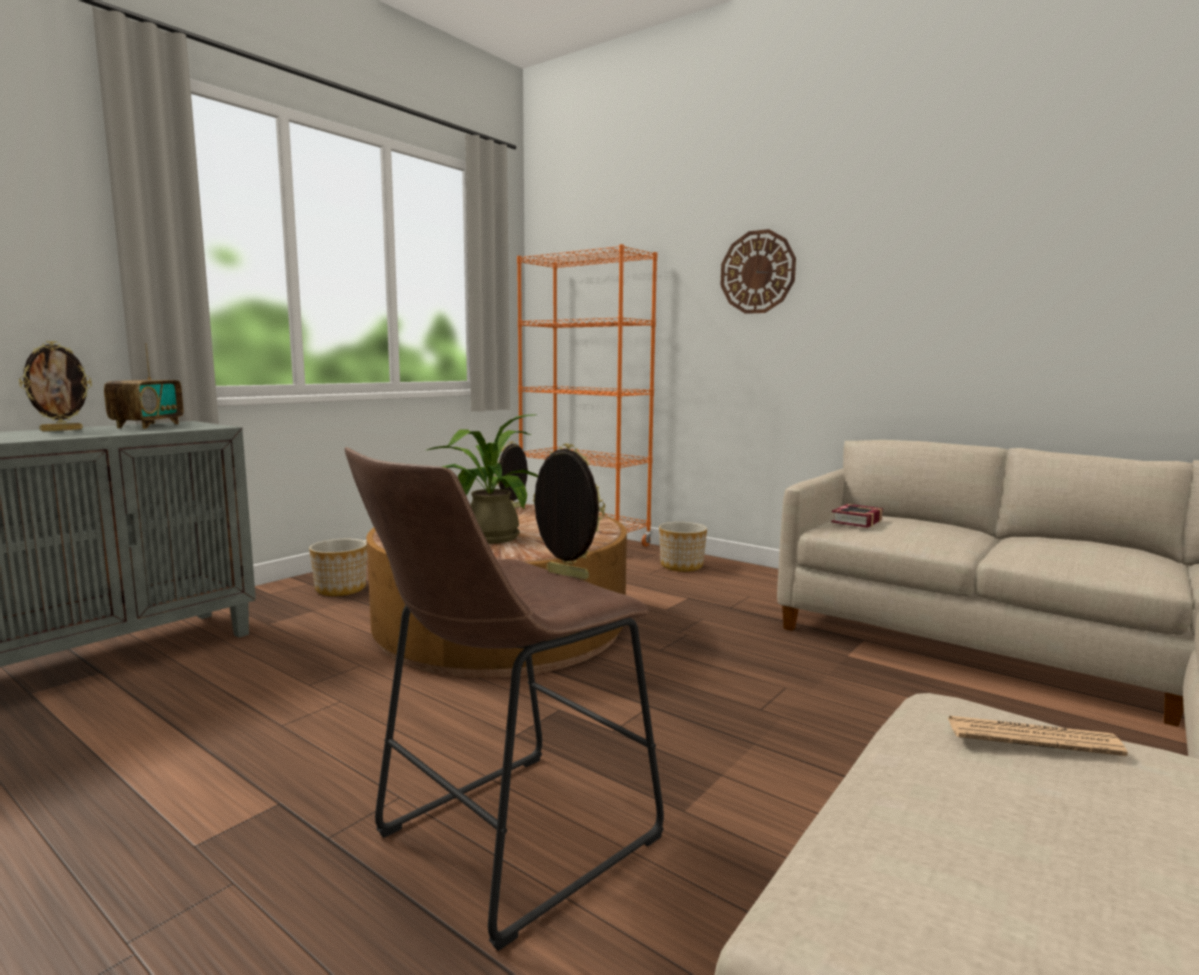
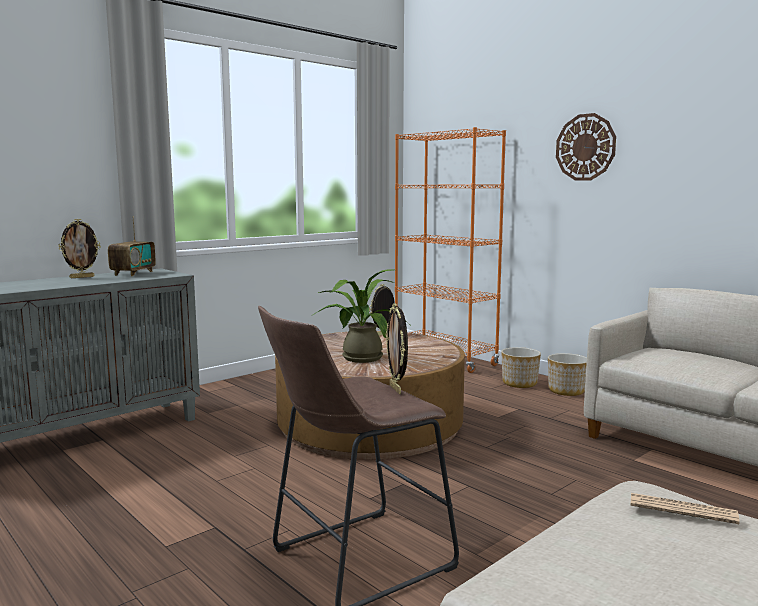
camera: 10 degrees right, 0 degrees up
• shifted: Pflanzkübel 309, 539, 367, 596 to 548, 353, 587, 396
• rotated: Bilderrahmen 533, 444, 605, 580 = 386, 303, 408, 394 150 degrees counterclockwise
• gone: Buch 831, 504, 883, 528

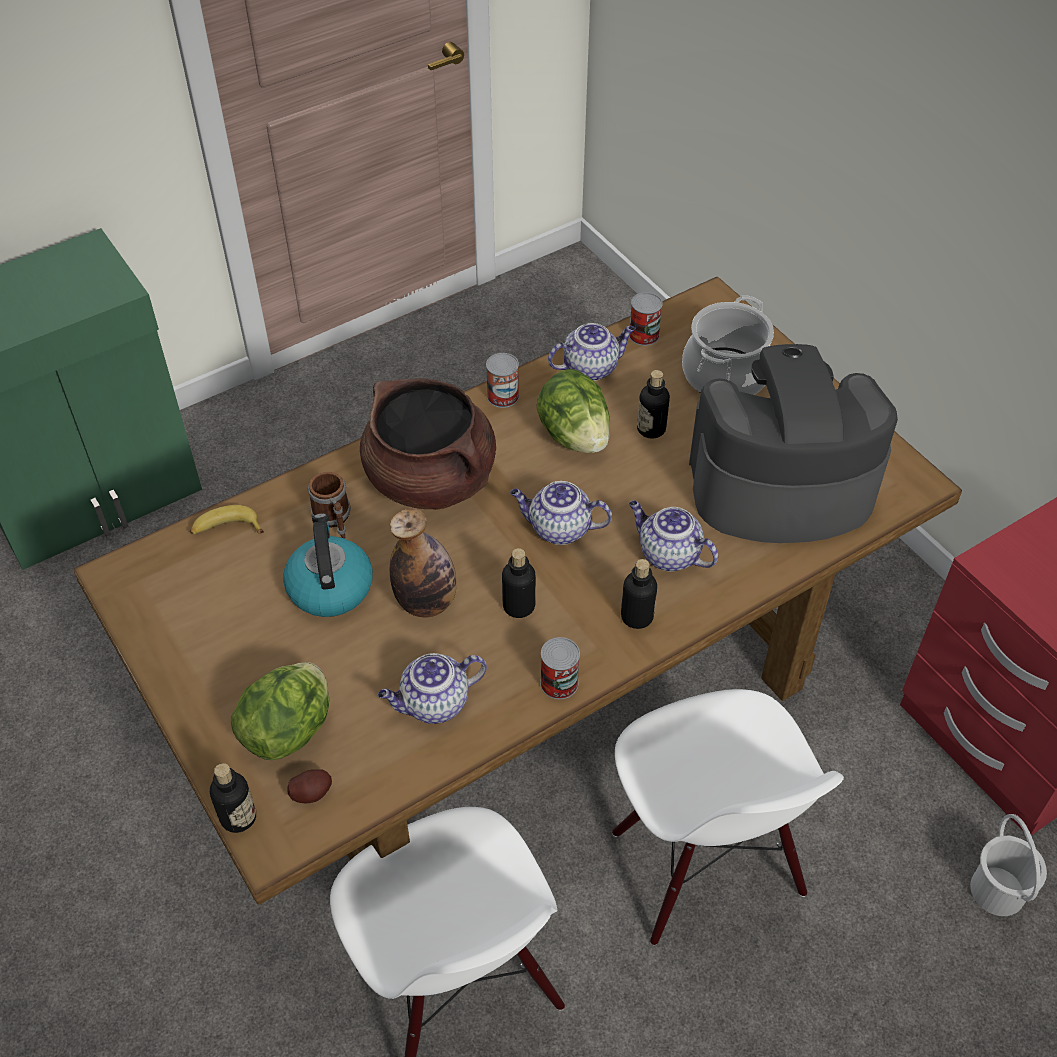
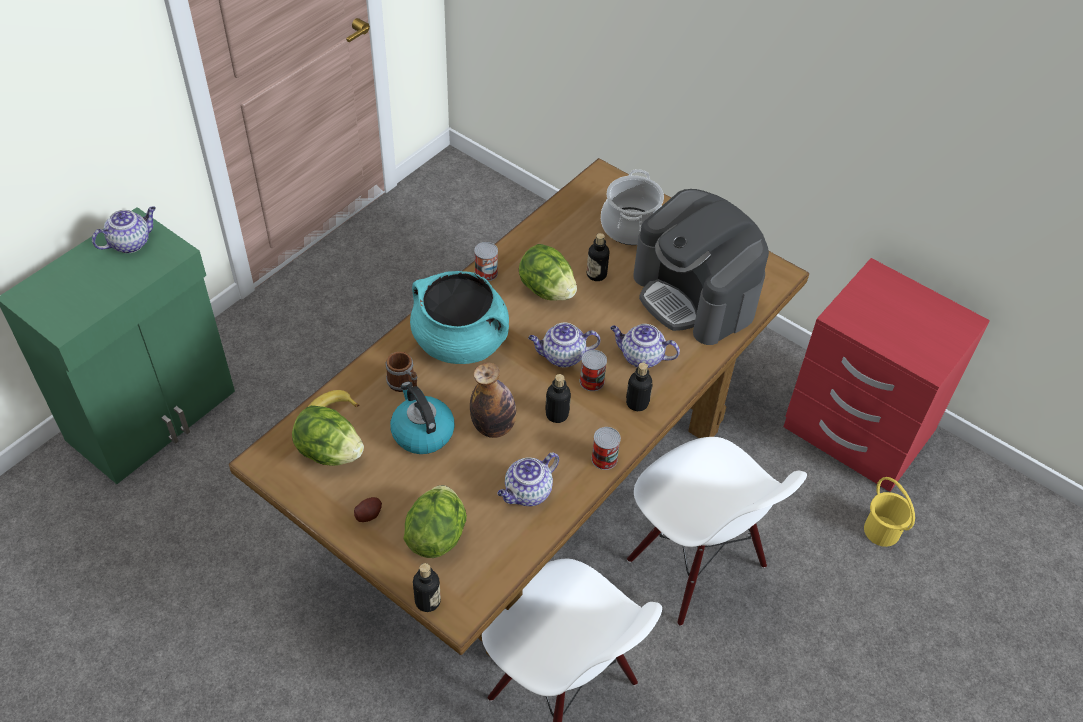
camera: 20 degrees left, 0 degrees up
• shifted: Kartoffel 288, 769, 332, 803 to 354, 497, 382, 522
• repainted: Kochtopf [braun] 360, 378, 496, 510 to Kochtopf [türkis] 410, 271, 509, 364
• shifted: Teekanne 548, 323, 635, 381 to 92, 206, 156, 253
• shifted: Dose 629, 292, 663, 346 to 580, 350, 607, 391
• rotated: Kaffeemaschine 689, 344, 898, 543 = 633, 189, 769, 345 105 degrees counterclockwise
• repainted: Eimer [weiß] 970, 814, 1047, 916 to Eimer [gelb] 864, 477, 915, 547
• new: Salatkopf 292, 405, 364, 466

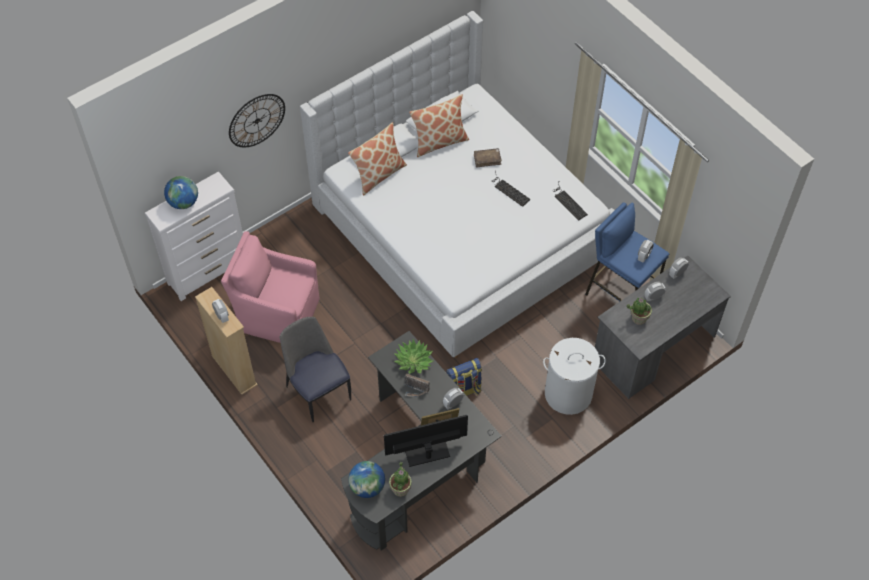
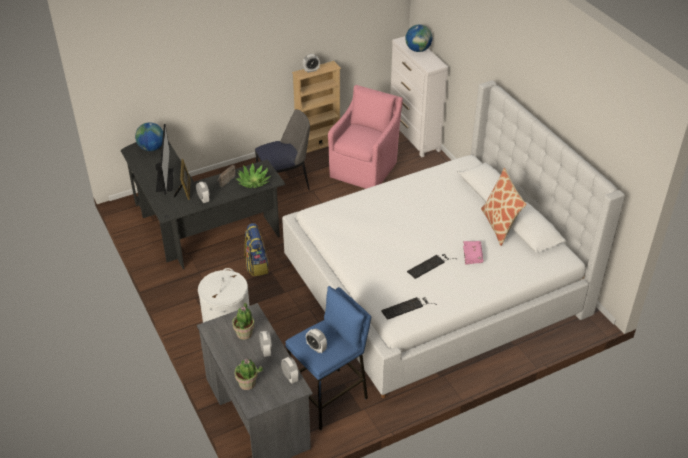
camera: 100 degrees right, 15 degrees down
• gone: Wanduhr 229, 94, 285, 147
• gone: Kissen 348, 122, 407, 196
• shifted: Topfpflanze 389, 462, 412, 497 to 235, 359, 263, 390
• repainted: Buch [braun] 474, 148, 502, 168 to Buch [rosa] 463, 241, 483, 265

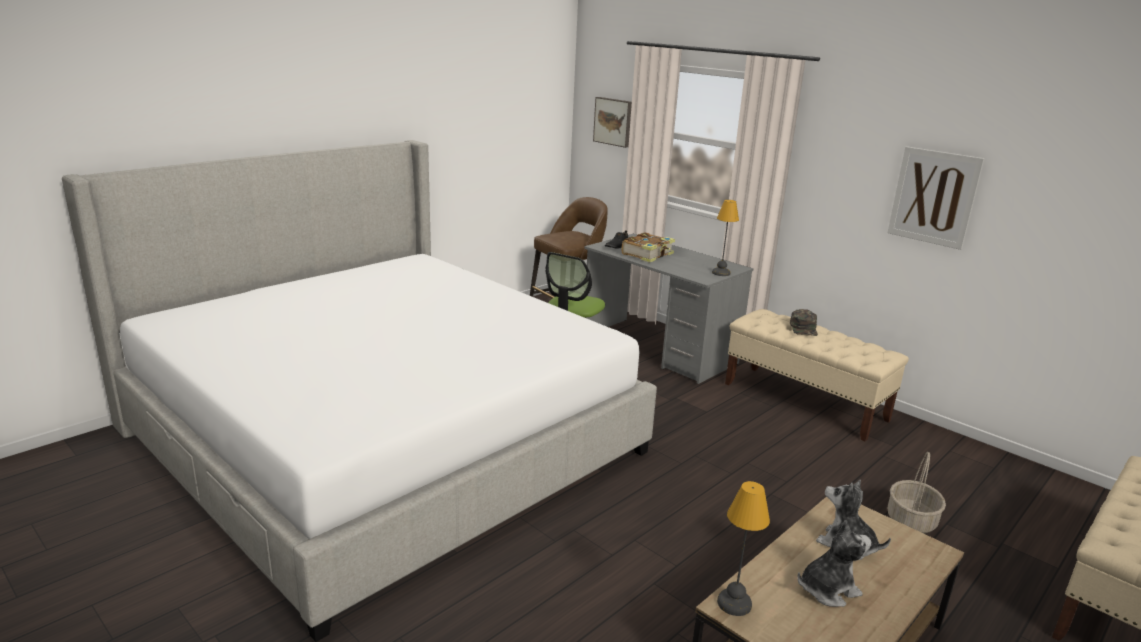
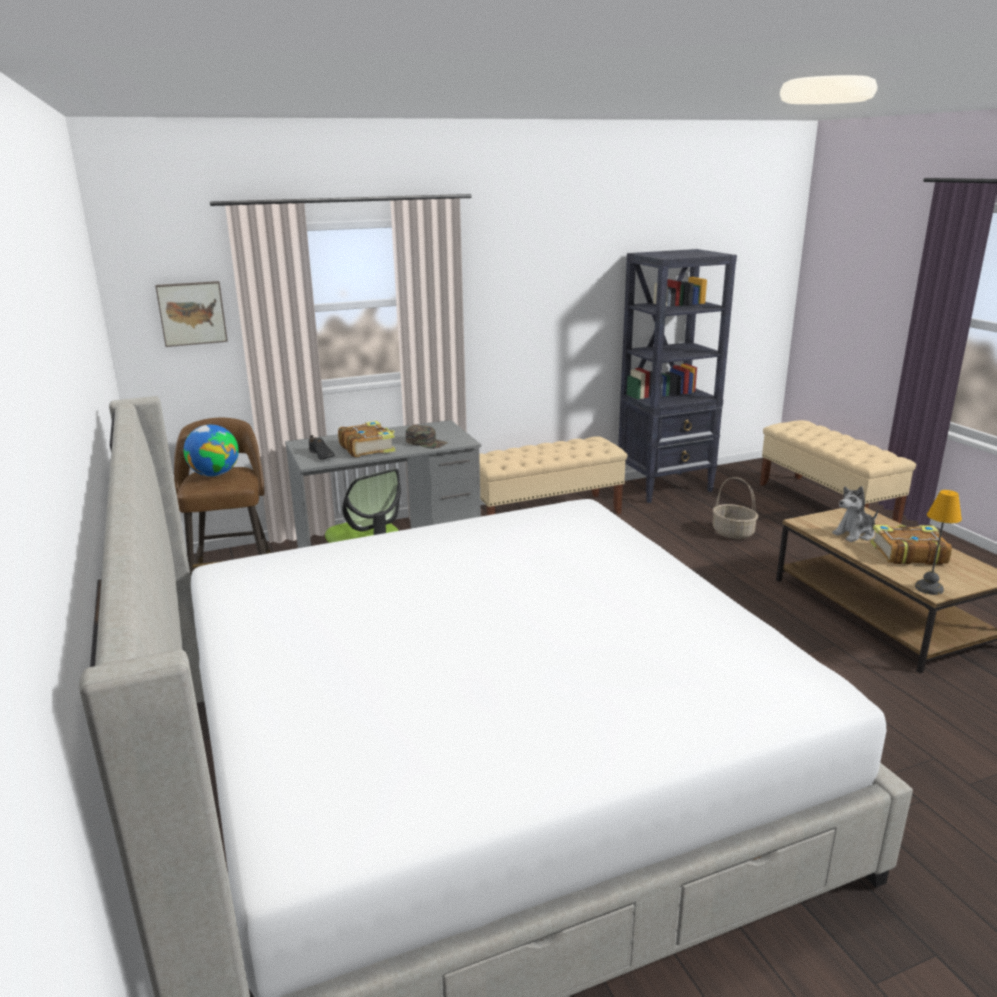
camera: 65 degrees left, 0 degrees up
• gone: Tischlampe 712, 200, 739, 276
• shifted: Kappe [grün] 790, 309, 818, 336 to 406, 424, 448, 449
• swapped: Plüschtier 798, 520, 871, 607 to Buch 870, 525, 952, 565
• gone: Bild 888, 146, 985, 250
• new: Globus 184, 425, 239, 477
• new: Bücherregal [schwarz] 618, 249, 737, 503

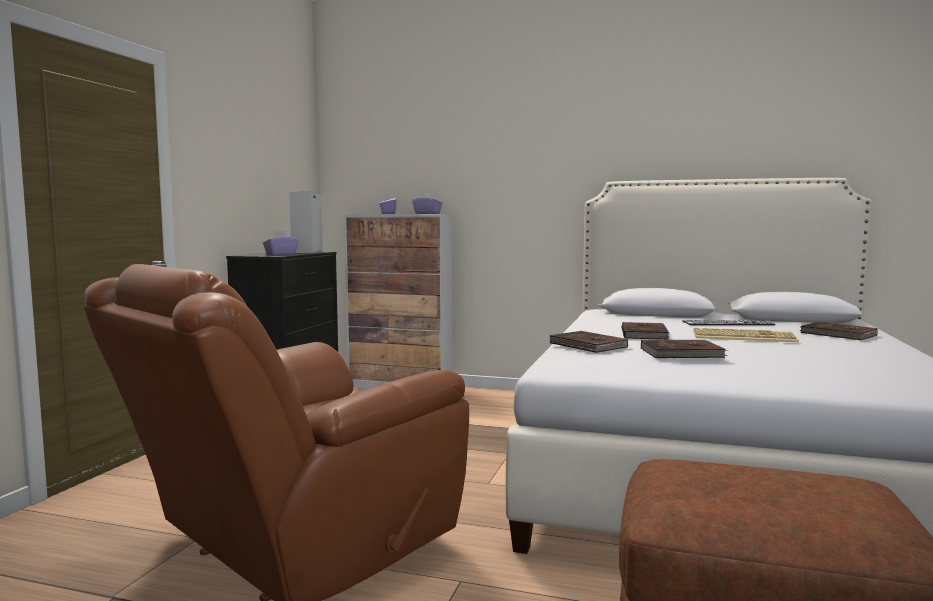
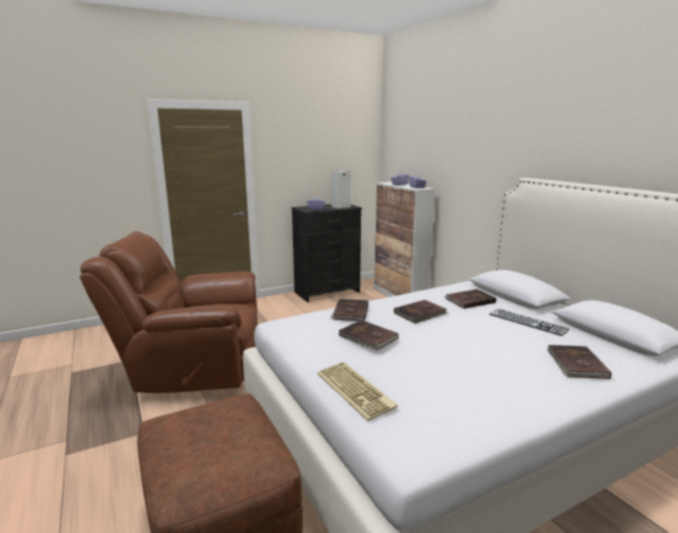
camera: 45 degrees right, 10 degrees up
• shifted: Tastatur 693, 328, 799, 342 to 317, 362, 398, 421
• new: Buch [braun] 445, 289, 496, 309

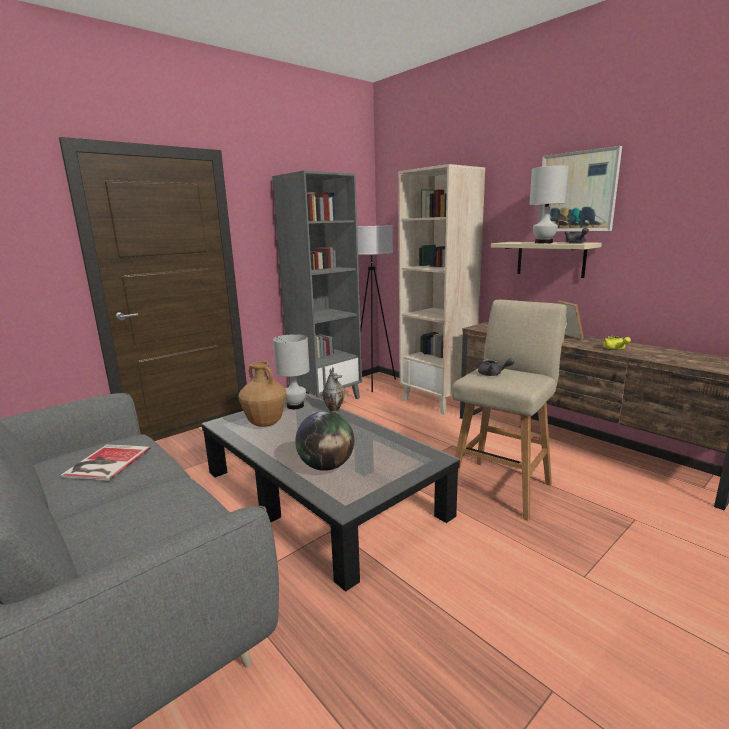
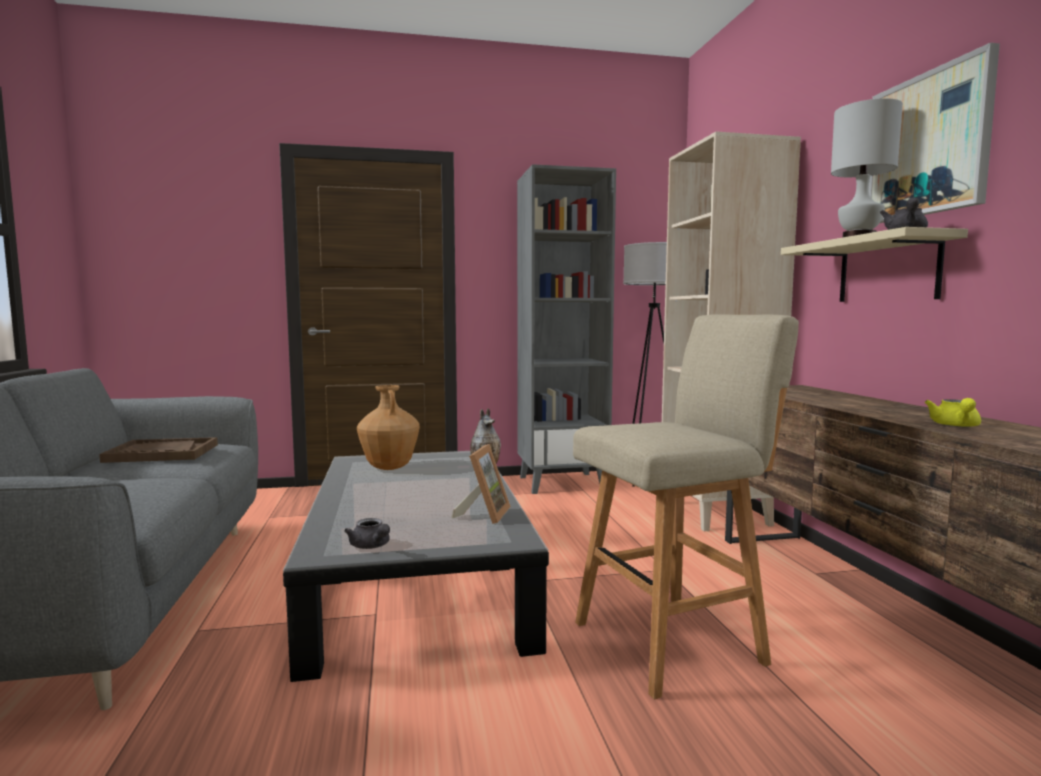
camera: 30 degrees right, 10 degrees down
• swapped: Buch 61, 444, 150, 481 to Tablett [braun] 99, 437, 218, 463
• gone: Tischlampe [weiß] 273, 334, 310, 409
• gone: Globus 295, 411, 354, 471
• shifted: Teekanne [grau] 478, 358, 514, 376 to 344, 518, 390, 549
• shifted: Bilderrahmen 557, 301, 584, 340 to 452, 444, 511, 524

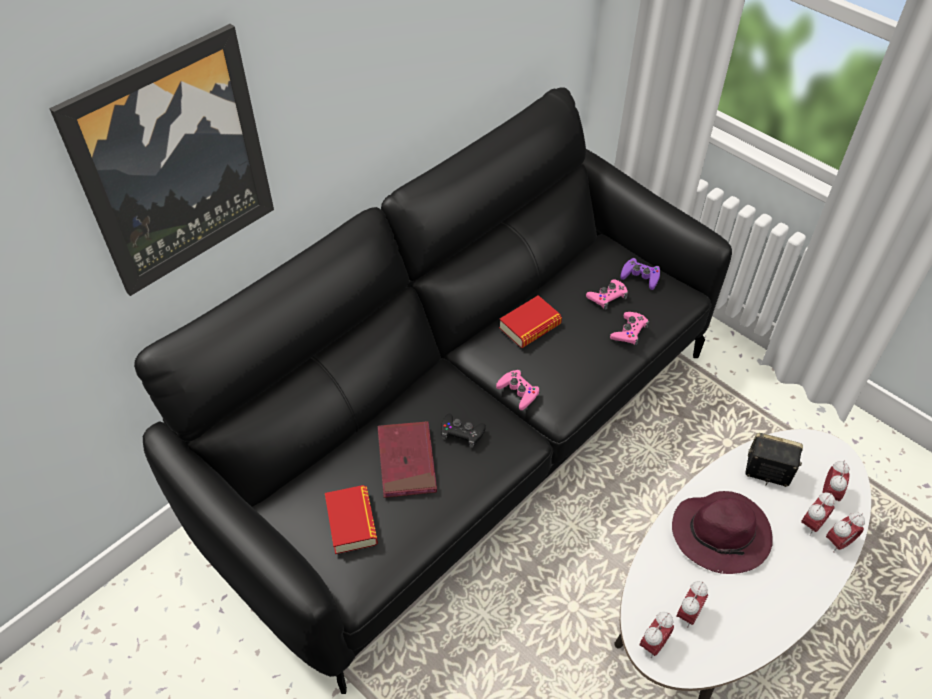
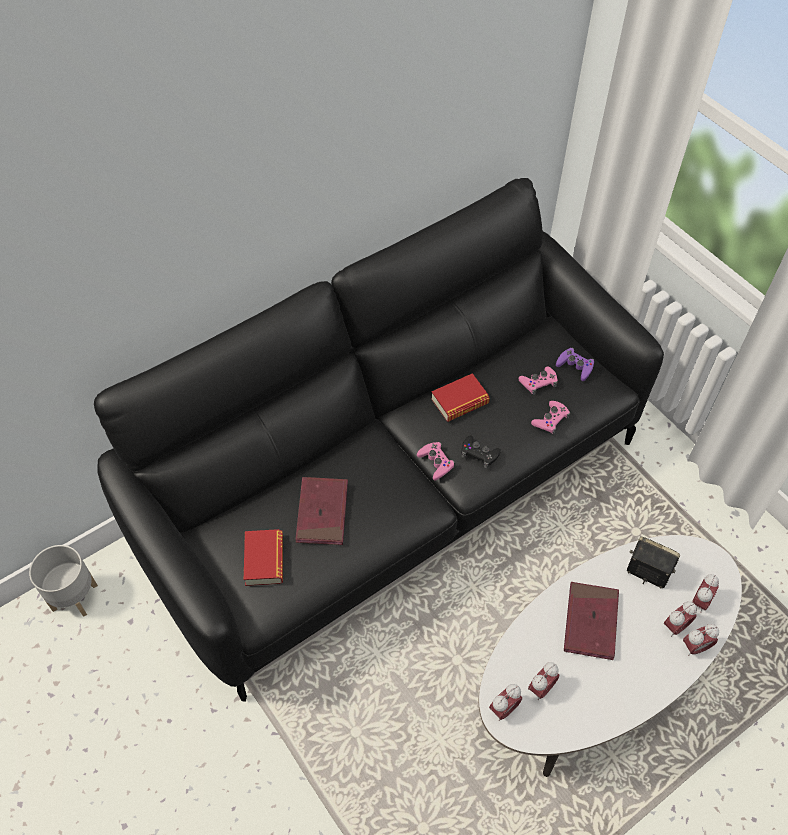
camera: 10 degrees right, 5 degrees up
• gone: Bild 49, 24, 274, 296
• shifted: Gamepad [schwarz] 441, 413, 486, 448 to 461, 435, 501, 468
• swapped: Hut [lila] 672, 491, 773, 574 to Buch [rot] 564, 582, 619, 660
• new: Pflanzkübel [grau] 29, 545, 98, 617

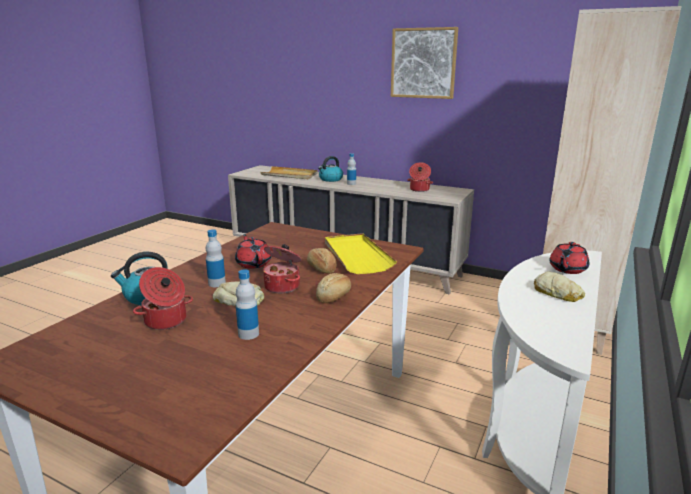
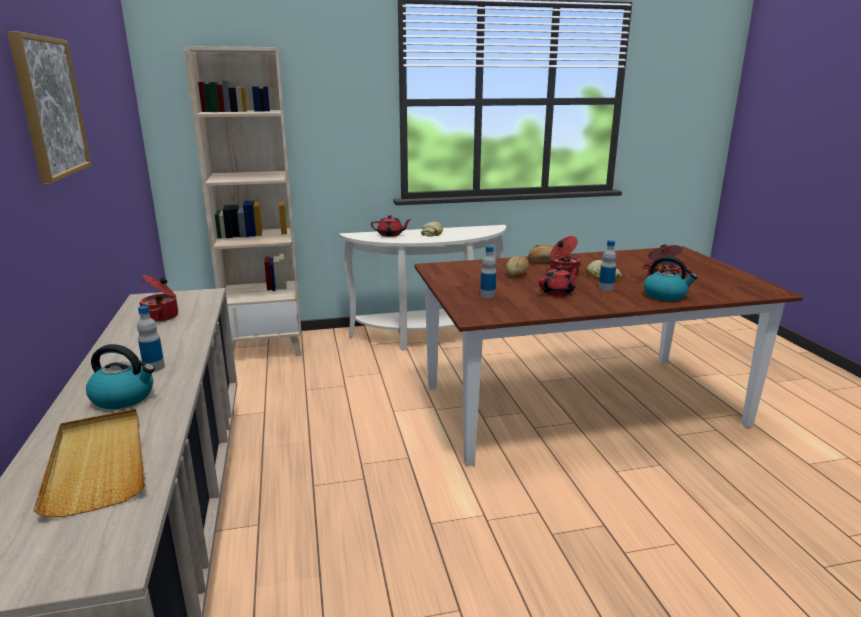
camera: 130 degrees left, 0 degrees up
• rotated: Teekanne [rot] 235, 234, 271, 269 = 539, 266, 579, 296 150 degrees counterclockwise
• shifted: Flasche 236, 269, 259, 340 to 480, 246, 497, 298
• gone: Tablett [gelb] 325, 233, 397, 274

